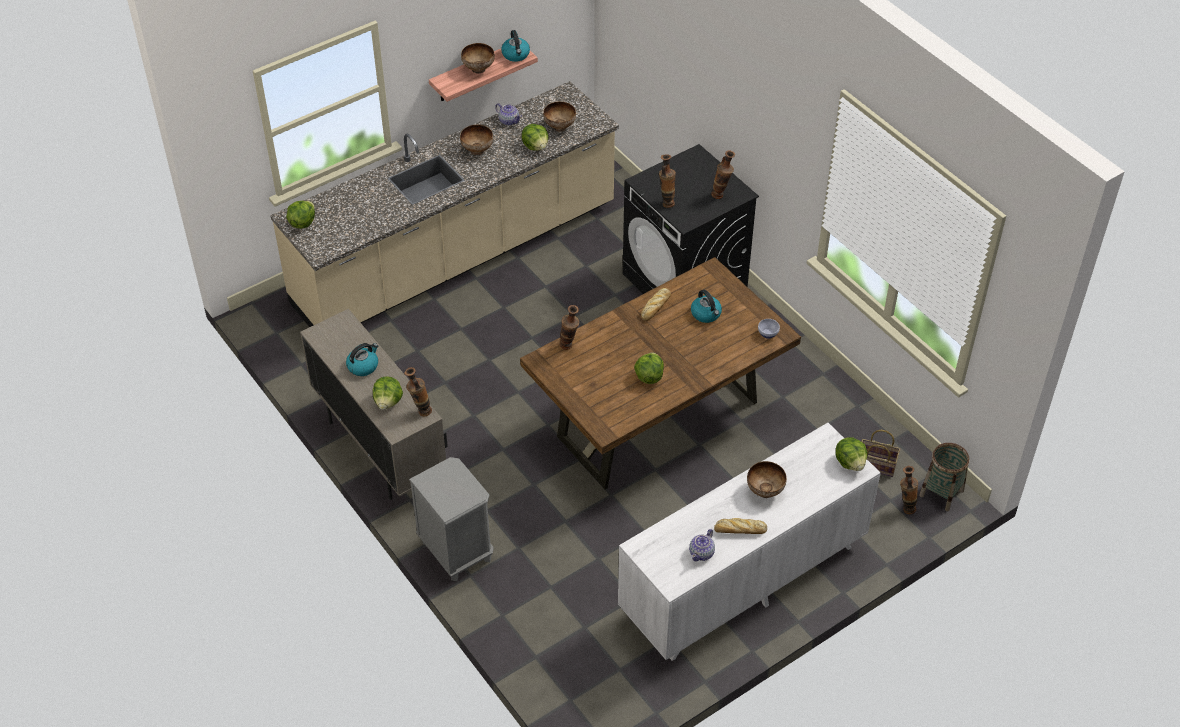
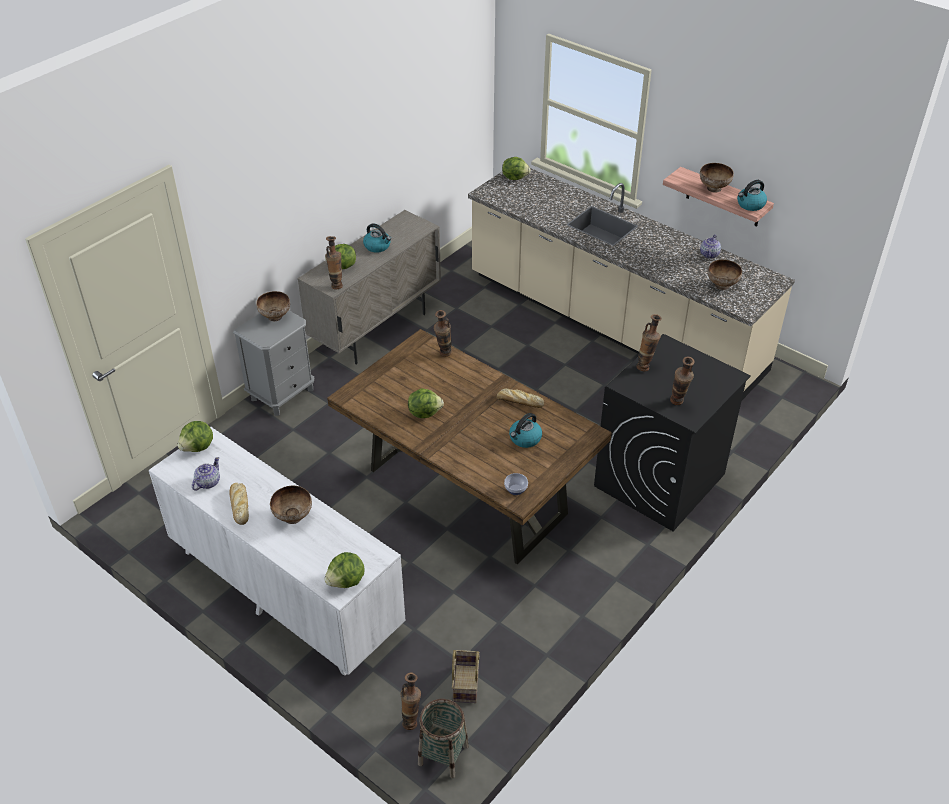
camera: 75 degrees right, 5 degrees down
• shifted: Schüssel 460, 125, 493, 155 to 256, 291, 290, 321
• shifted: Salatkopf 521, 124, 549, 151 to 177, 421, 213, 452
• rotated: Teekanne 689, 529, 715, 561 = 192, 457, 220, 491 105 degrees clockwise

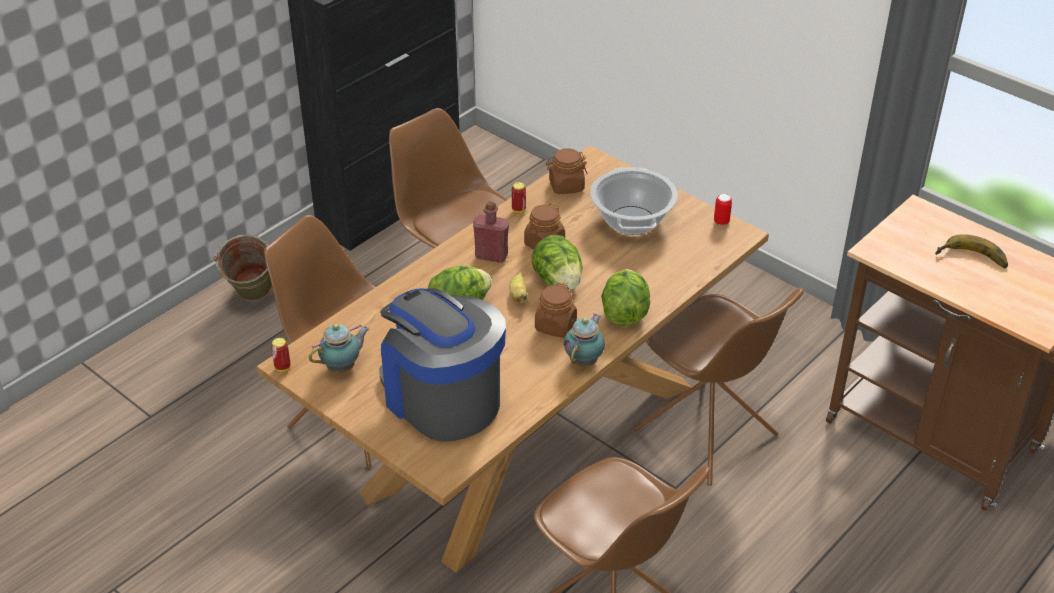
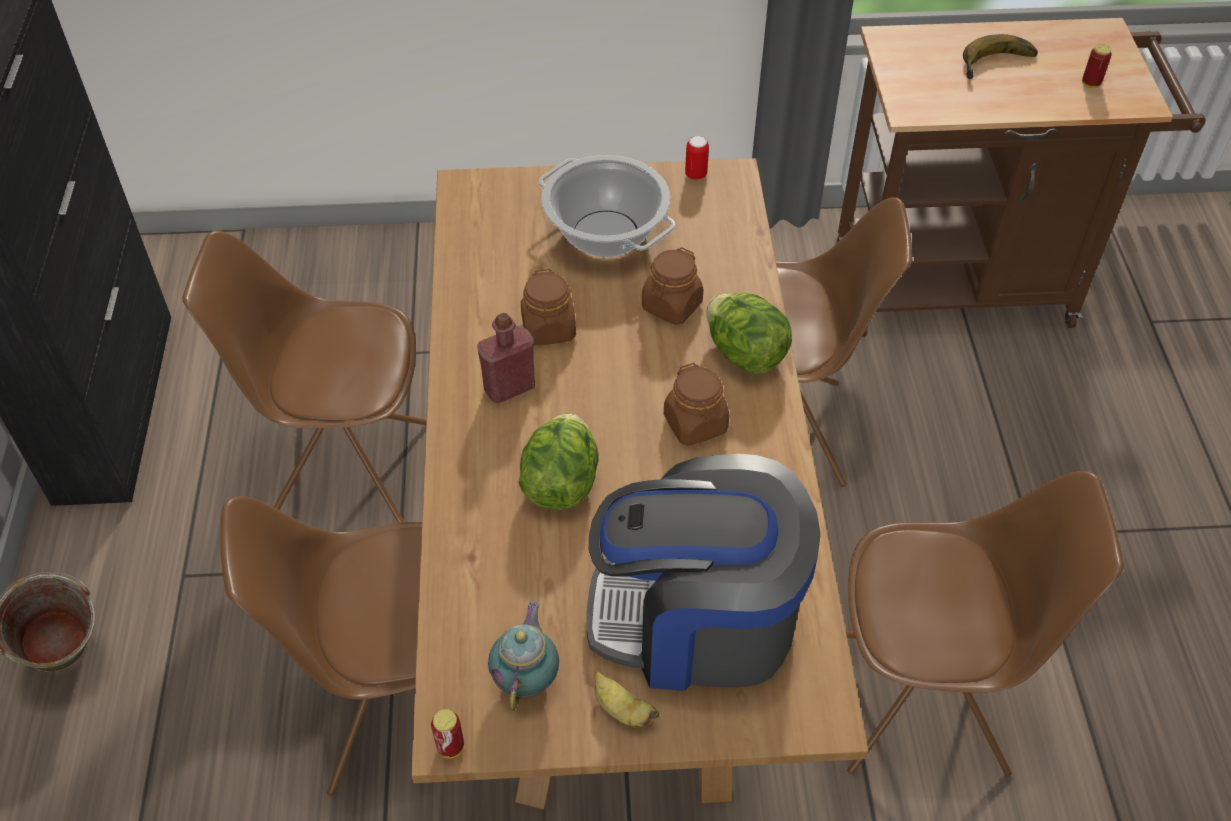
camera: 45 degrees left, 10 degrees up
• shifted: Banane 510, 272, 528, 303 to 594, 671, 659, 727
• shifted: Dose 512, 182, 526, 213 to 1082, 44, 1112, 88
• gone: Salatkopf 532, 235, 583, 290
• shifted: Vorratsglas [braun] 546, 148, 588, 194 to 642, 247, 704, 325
• gone: Teekanne 564, 313, 605, 367

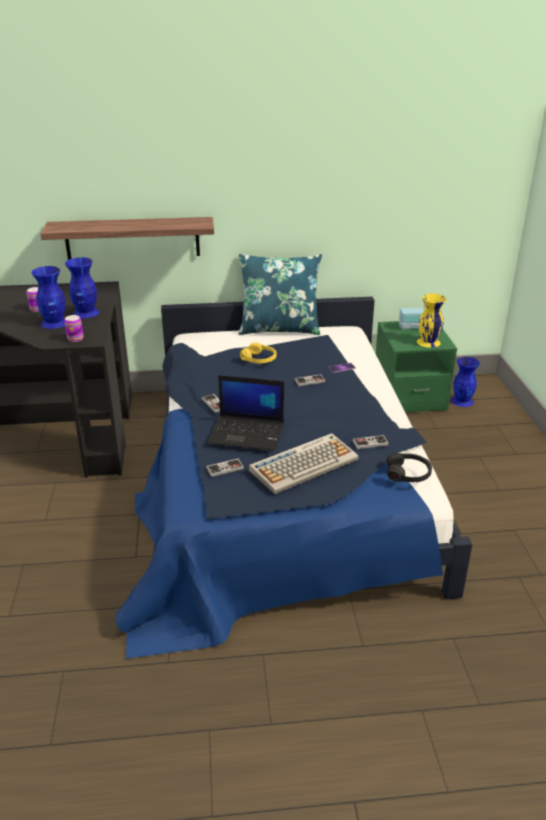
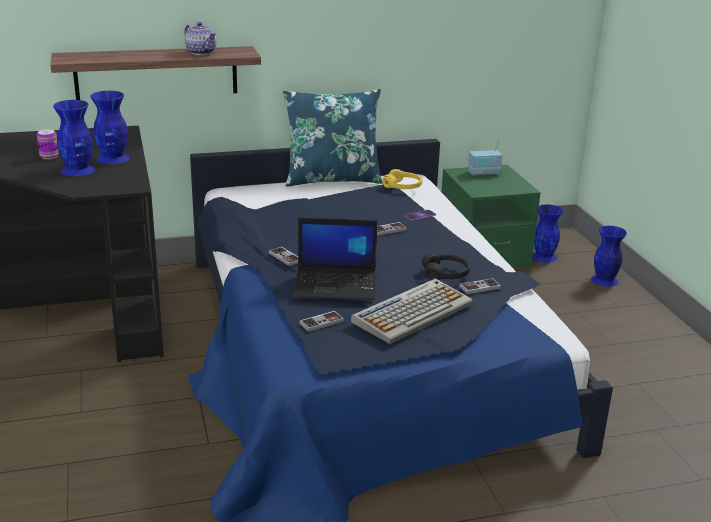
camera: 10 degrees left, 5 degrees down
• gone: Dose 64, 315, 83, 342
• shifted: Kopfhörer [gelb] 240, 342, 276, 363 to 382, 169, 423, 189
• shifted: Kopfhörer [schwarz] 386, 452, 432, 482 to 422, 253, 470, 280
• gone: Vase [gelb] 417, 294, 446, 348
• new: Teekanne 184, 22, 216, 55
• new: Vase [blau] 591, 226, 627, 287

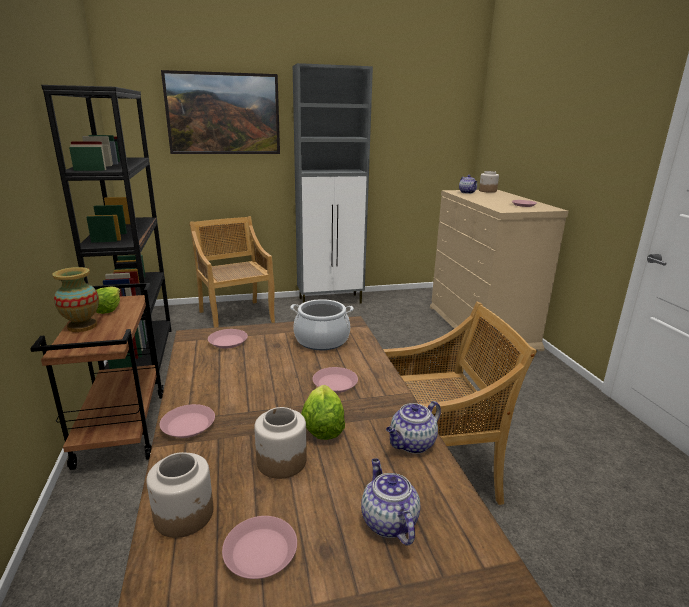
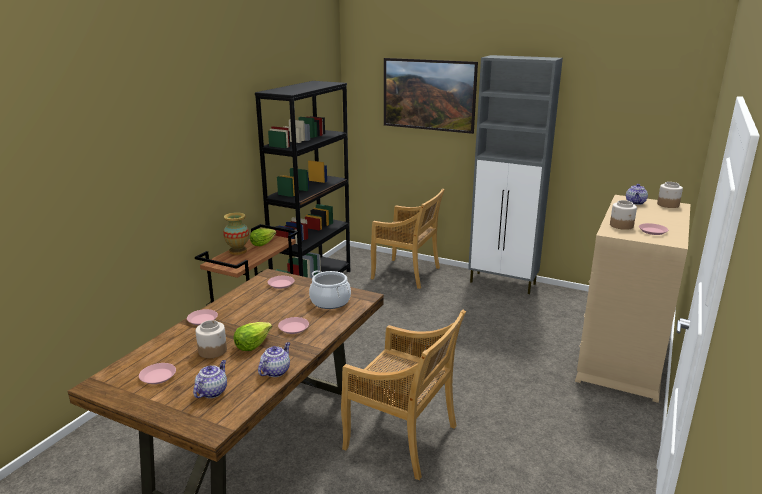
camera: 40 degrees right, 0 degrees up
• shifted: Vorratsglas 146, 452, 213, 538 to 610, 200, 637, 230
• rotated: Stuhl [beige] 190, 216, 275, 328 = 371, 189, 445, 289 105 degrees clockwise
• rotated: Teekanne 386, 401, 441, 454 = 258, 342, 290, 377 120 degrees clockwise

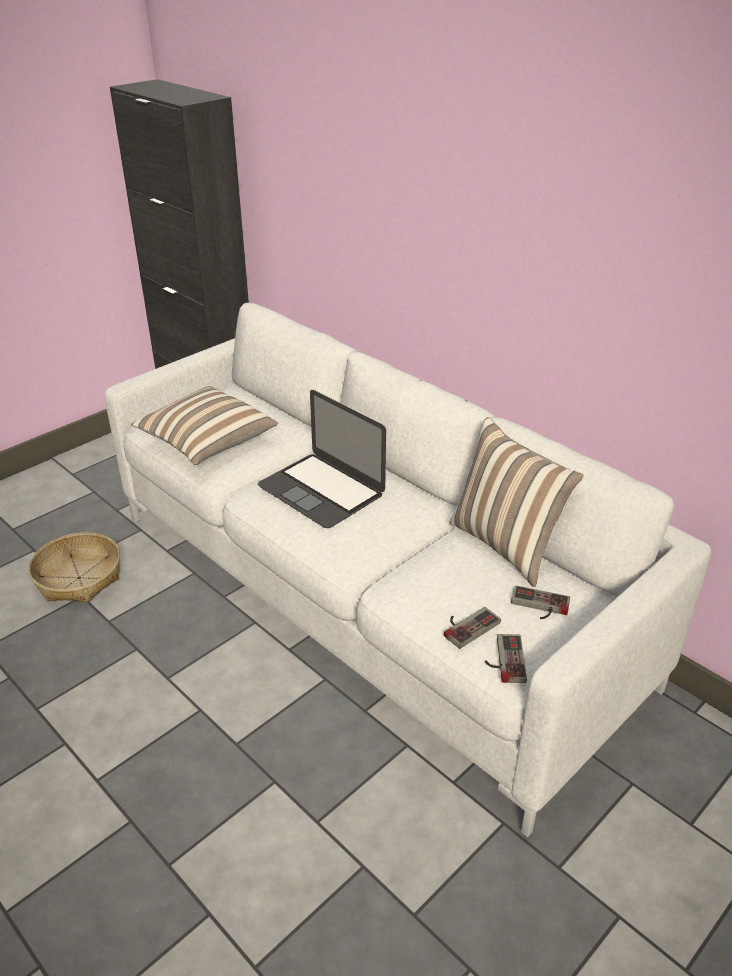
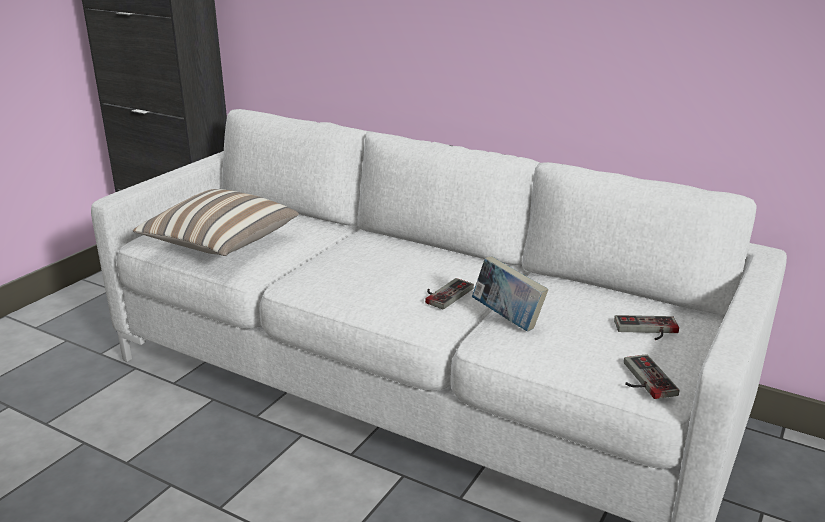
camera: 15 degrees left, 10 degrees down
• gone: Korb 28, 532, 120, 603
• gone: Laptop 258, 390, 386, 528
• shifted: Gamepad 444, 607, 501, 649 to 425, 278, 474, 309
• gone: Kissen 450, 417, 584, 587
• new: Buch 472, 256, 548, 331

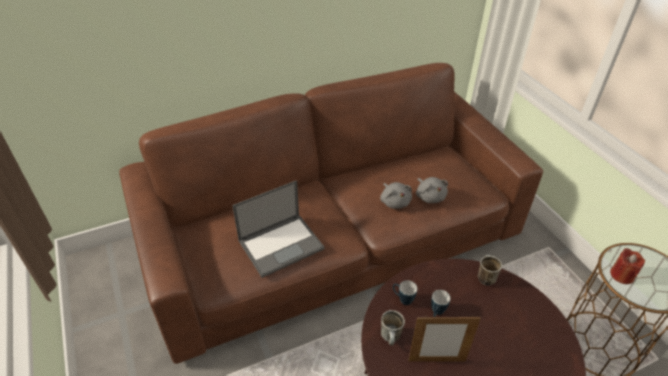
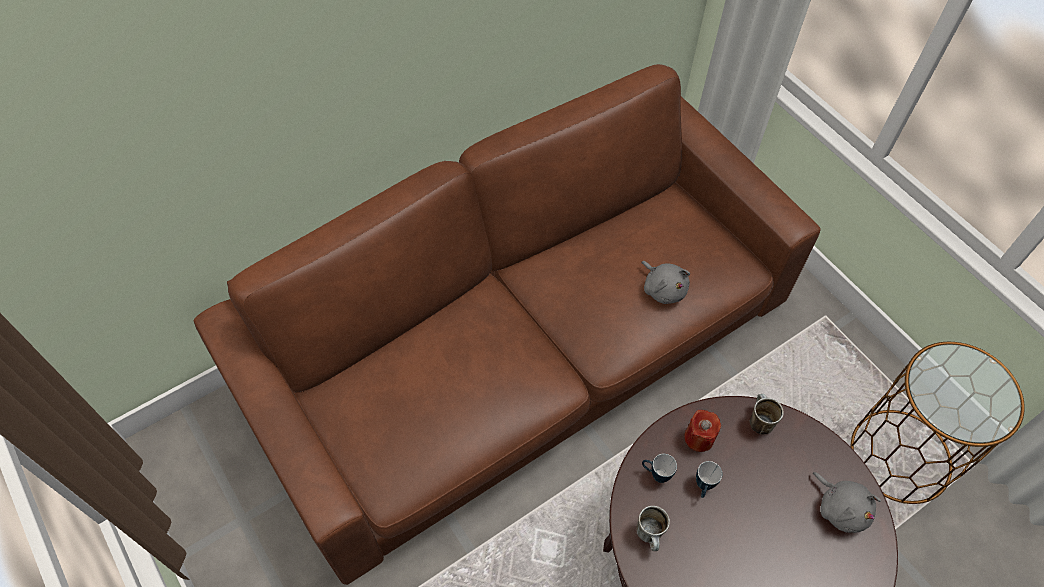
camera: 10 degrees left, 15 degrees up
• gone: Laptop 232, 180, 325, 278
• shifted: Plüschtier [grau] 380, 182, 412, 209 to 813, 472, 881, 533
• gone: Bilderrahmen 408, 315, 481, 362
• shifted: Kerze [rot] 610, 248, 645, 284 to 684, 410, 721, 452

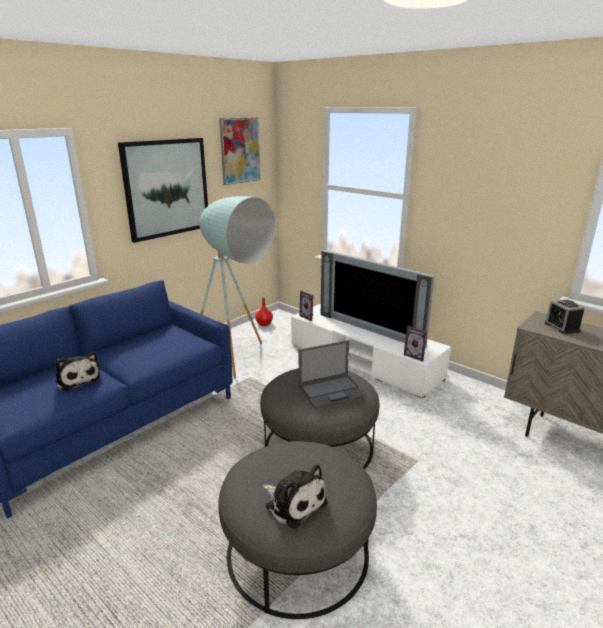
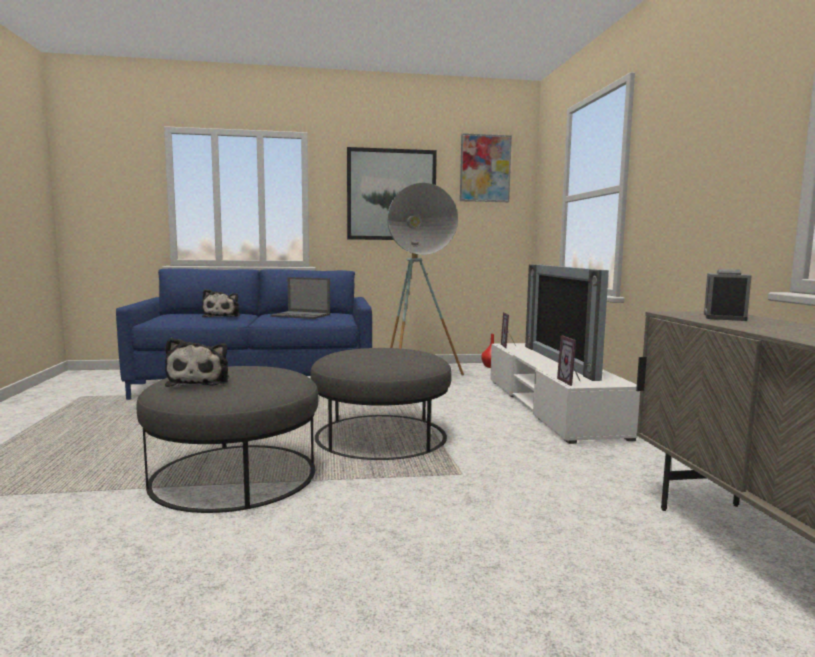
camera: 40 degrees right, 15 degrees down
• shifted: Laptop 299, 340, 366, 408 to 270, 277, 330, 319

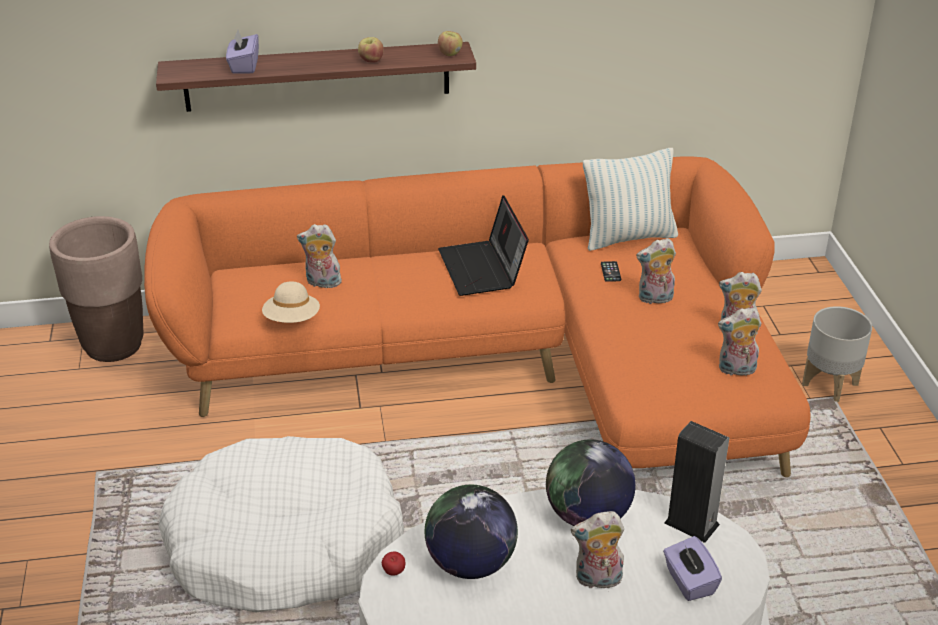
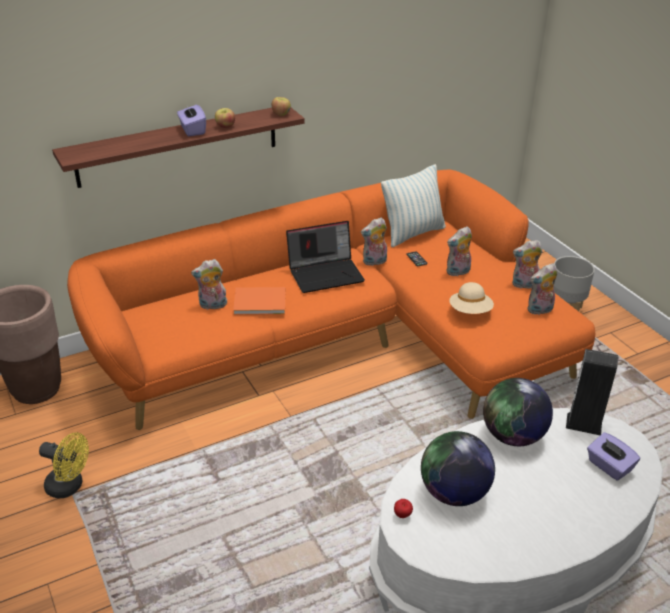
camera: 20 degrees left, 0 degrees up
• gone: Hundebett [weiß] 158, 436, 404, 612
• shifted: Taschentuchbox [lila] 226, 30, 259, 74 to 177, 105, 206, 136
• shifted: Hut [beige] 262, 281, 320, 323 to 449, 282, 494, 314
• rotated: Laptop 438, 195, 529, 296 = 286, 221, 365, 293 75 degrees counterclockwise
• shifted: Plüschtier 571, 511, 624, 592 to 361, 217, 387, 266
• new: Ventilator [gelb] 39, 432, 89, 498
• new: Buch [orange] 233, 287, 285, 315

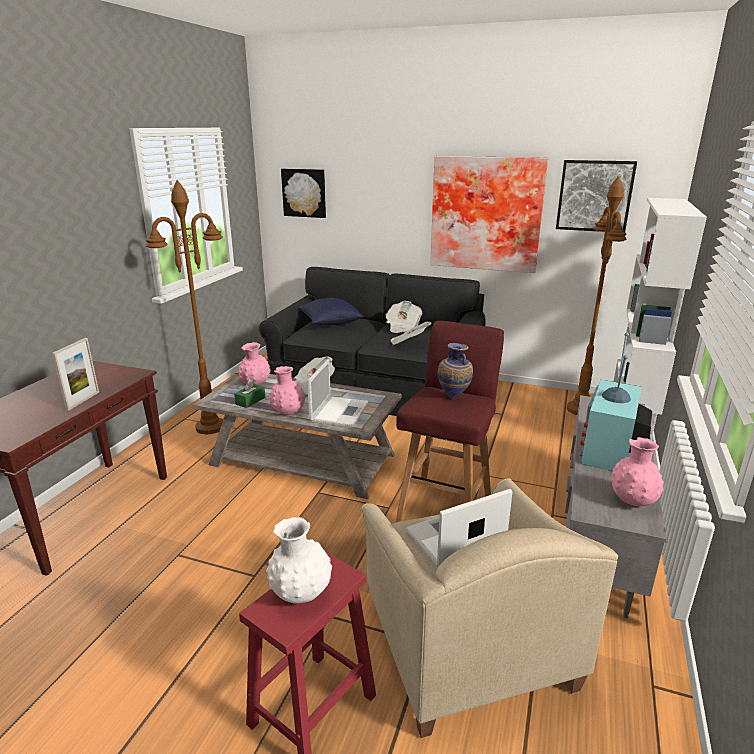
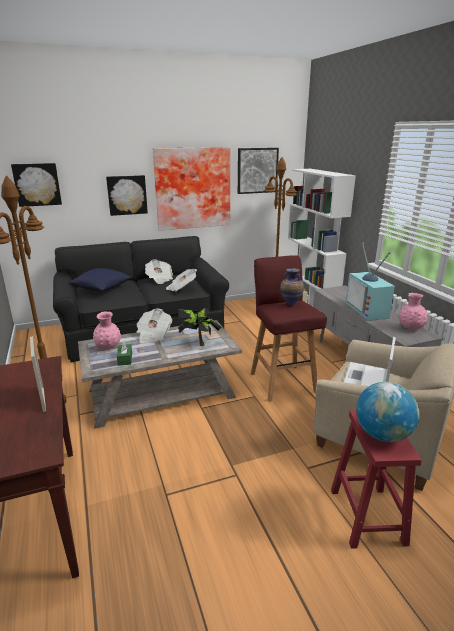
camera: 40 degrees left, 0 degrees up
• swapped: Vase [weiß] 266, 517, 332, 603 to Globus 356, 382, 420, 442
• gone: Vase [rosa] 269, 366, 305, 415
• swapped: Laptop 307, 359, 369, 428 to Topfpflanze 178, 307, 222, 346
• new: Bild 106, 175, 148, 216

